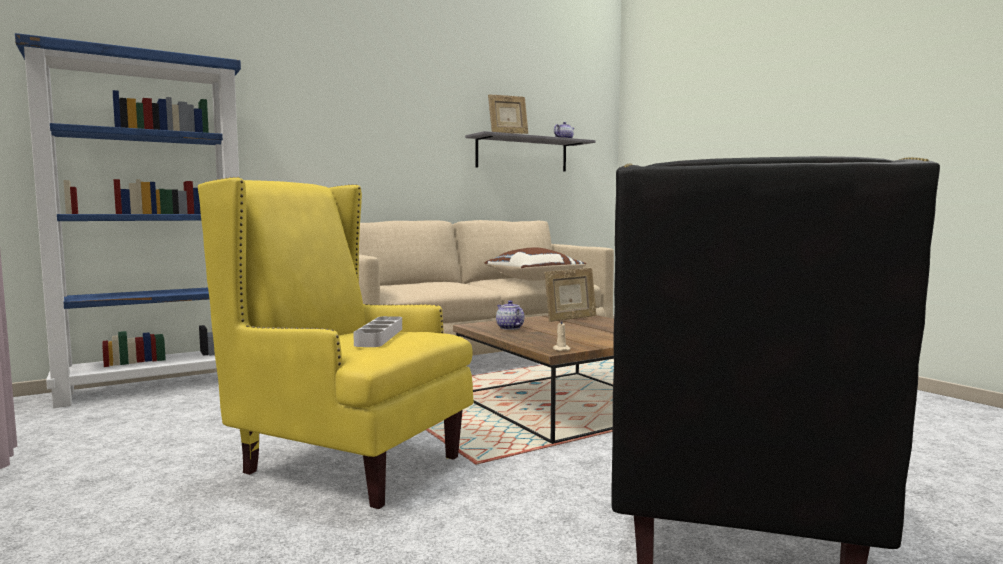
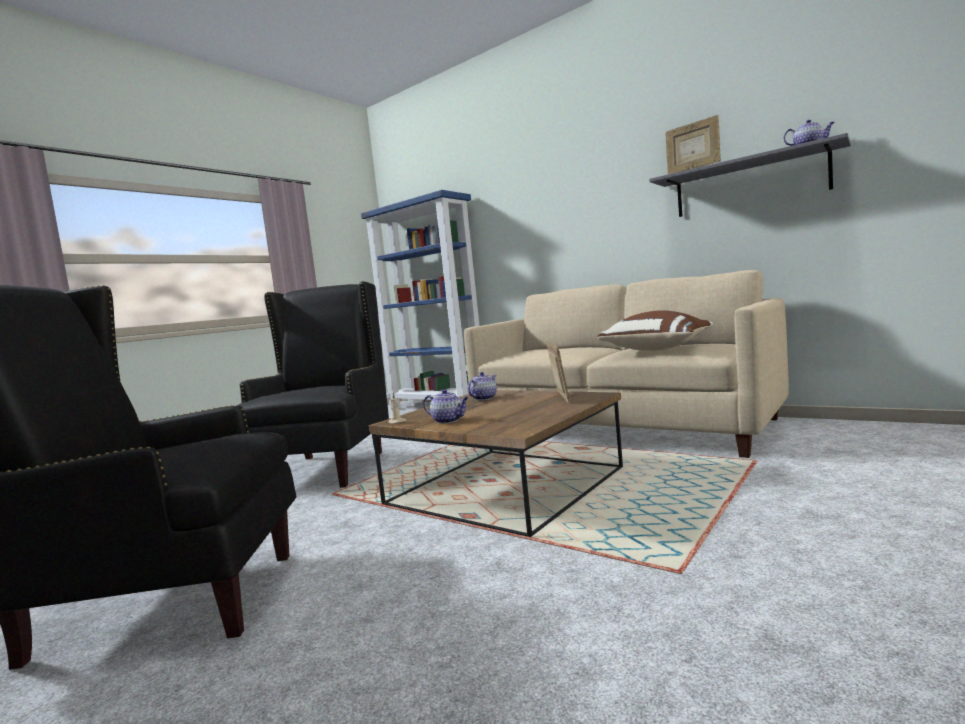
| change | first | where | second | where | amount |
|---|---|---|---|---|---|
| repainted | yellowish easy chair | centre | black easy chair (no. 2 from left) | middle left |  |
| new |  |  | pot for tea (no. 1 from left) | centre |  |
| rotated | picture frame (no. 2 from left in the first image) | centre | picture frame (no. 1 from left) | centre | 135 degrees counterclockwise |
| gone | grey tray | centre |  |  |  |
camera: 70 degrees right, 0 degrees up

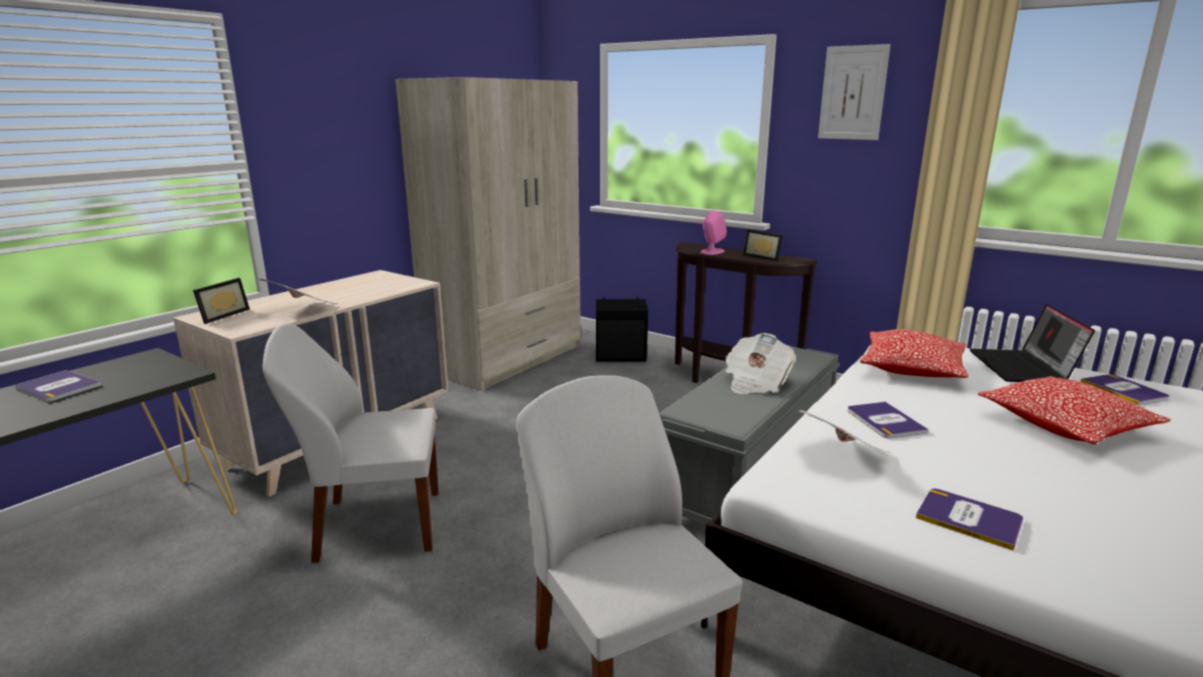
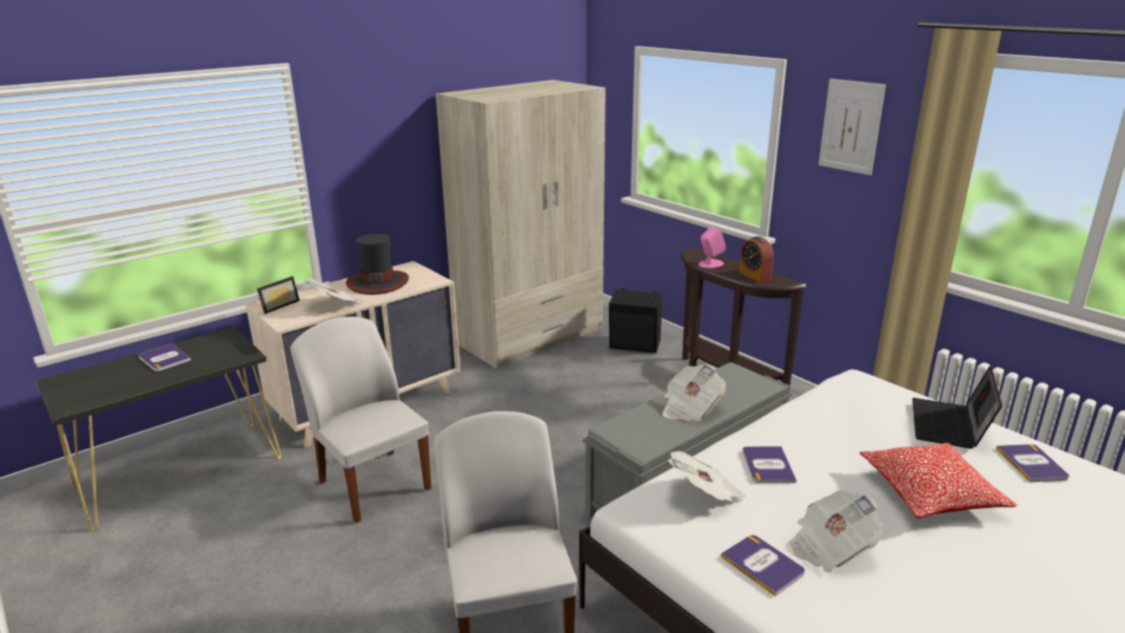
| change | first | where | second | where | amount |
|---|---|---|---|---|---|
| rotated | whitish chair (no. 1 from left) | middle left |  | middle left | 45 degrees clockwise |
| new |  |  | clothing hat | centre |  |
| swapped | picture frame (no. 2 from left) | centre | bedside clock | middle right |  |
| new |  |  | newspaper (no. 4 from left) | bottom right |  |
| gone | cushion (no. 1 from left) | middle right |  |  |  |
camera: 15 degrees right, 5 degrees up

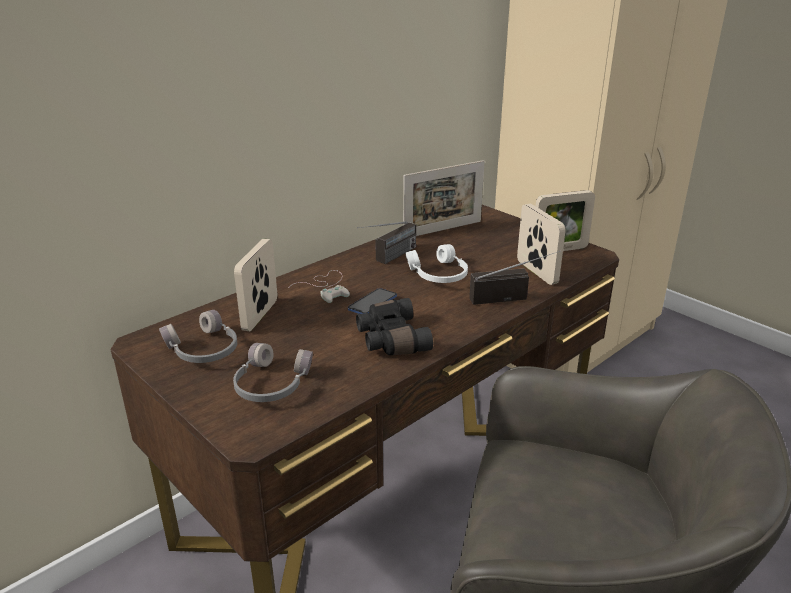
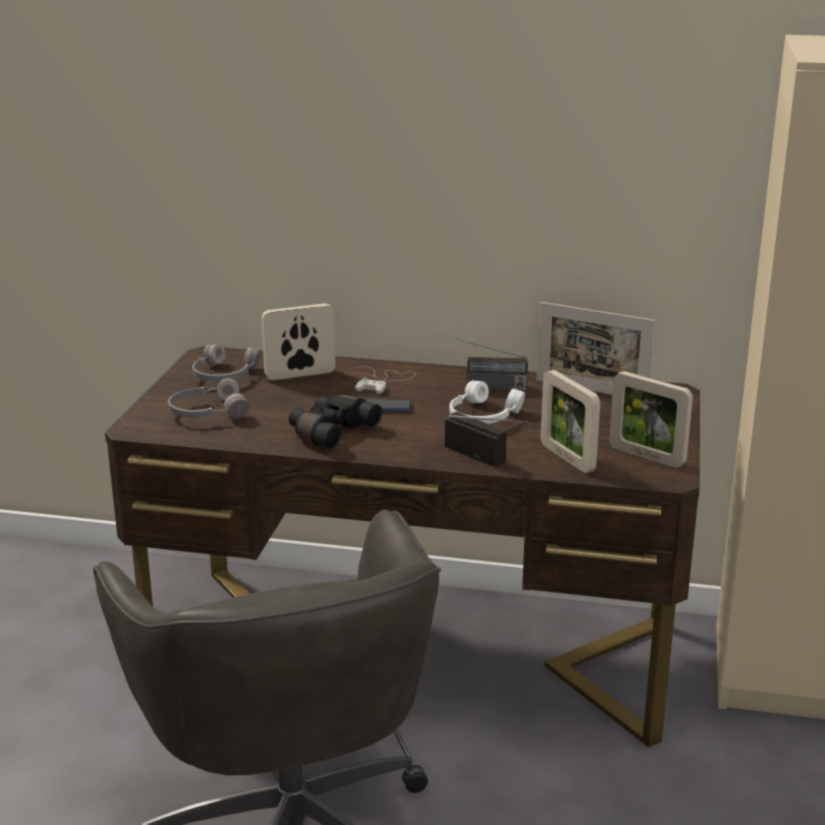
| change | first | where | second | where | amount |
|---|---|---|---|---|---|
| rotated | picture frame (no. 3 from left in the first image) | middle right | picture frame (no. 2 from left) | middle right | 120 degrees clockwise |
camera: 55 degrees right, 5 degrees down

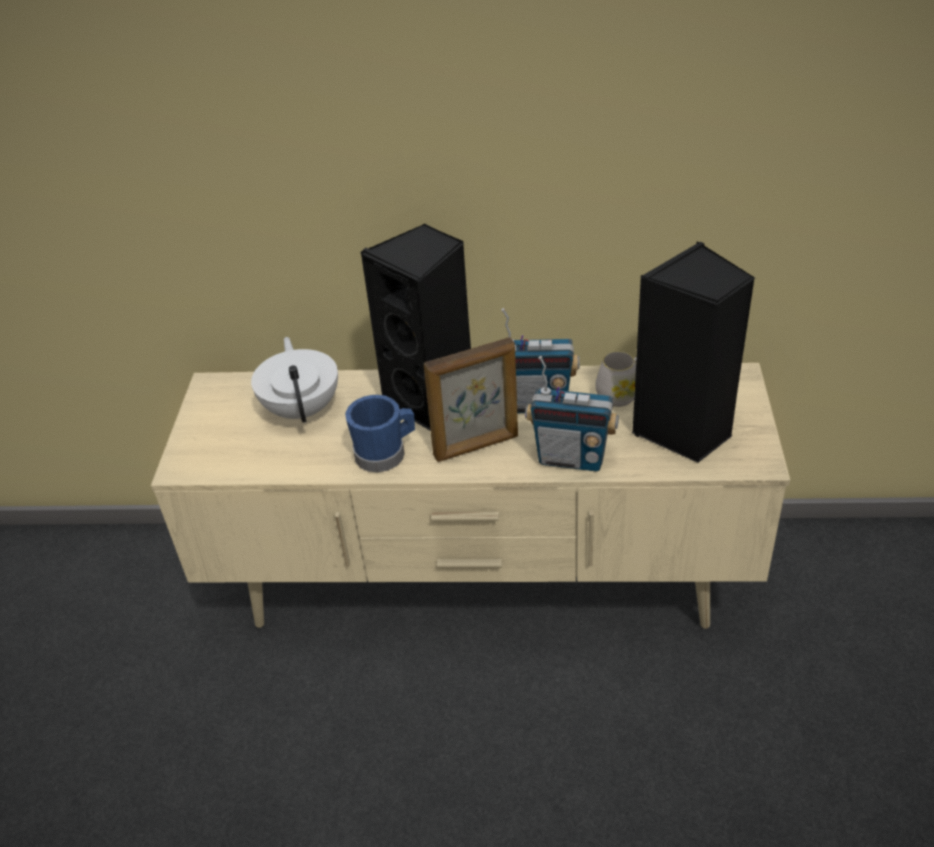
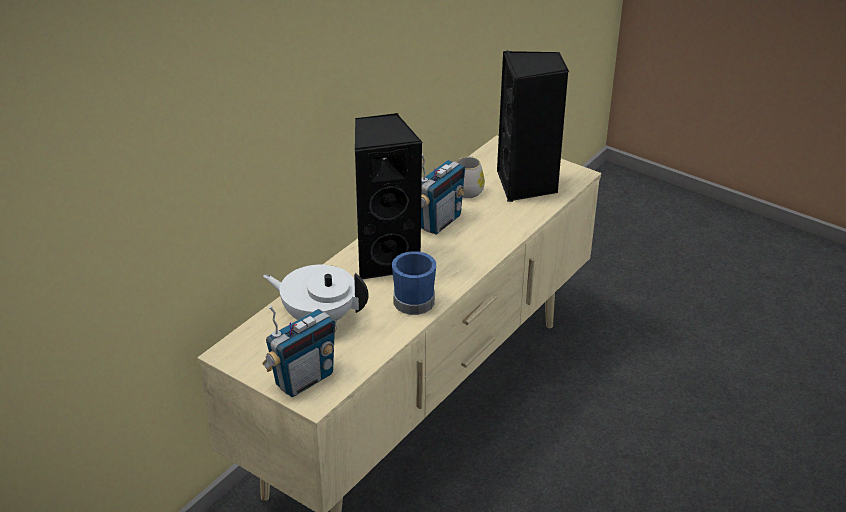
| change | first | where | second | where | amount |
|---|---|---|---|---|---|
| shifted | radio receiver (no. 2 from left in the first image) | centre | radio receiver (no. 1 from left) | bottom centre |  |
| gone | picture frame | centre |  |  |  |
camera: 60 degrees left, 5 degrees down

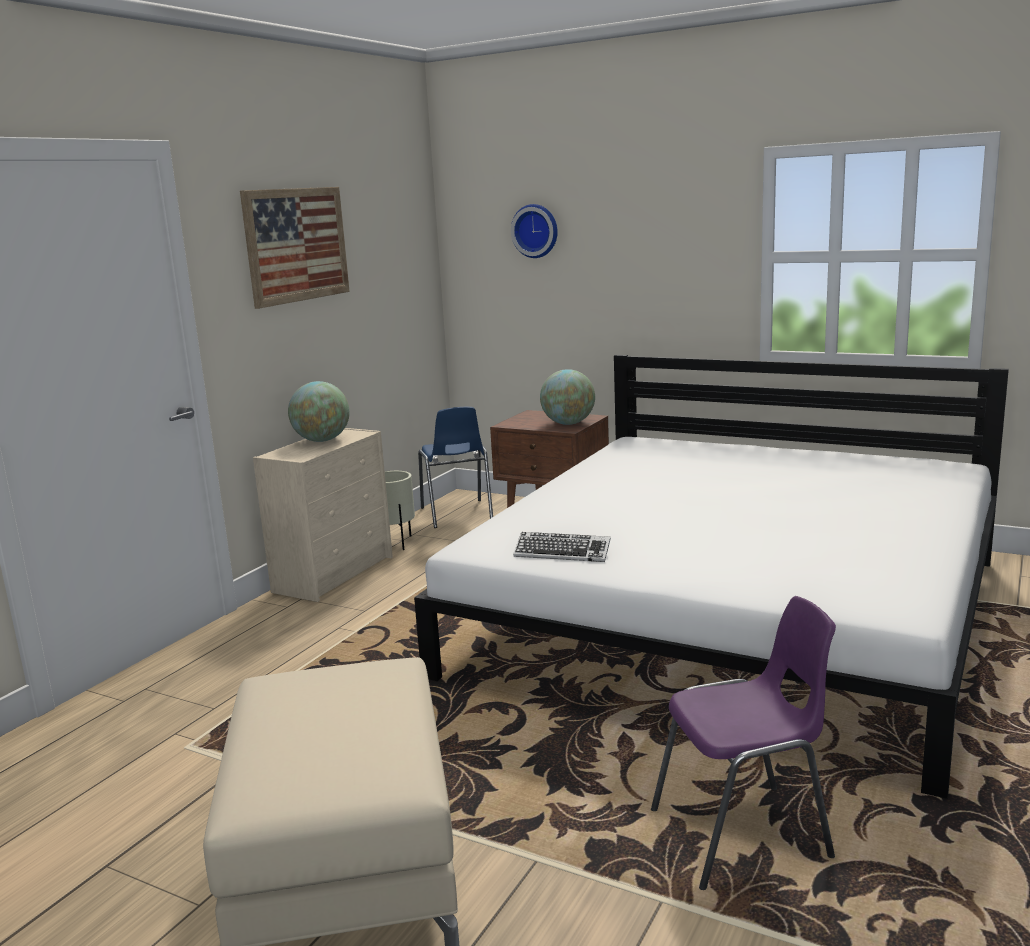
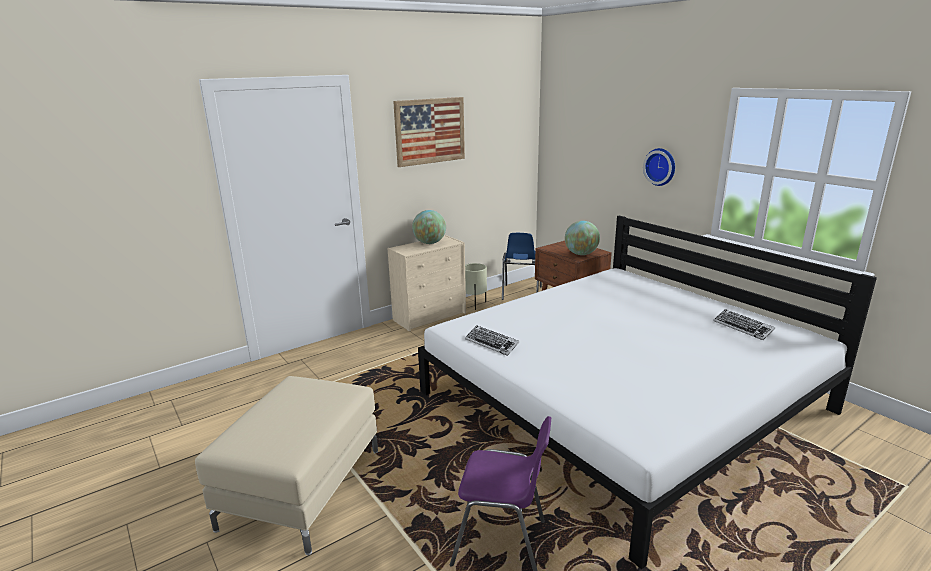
| change | first | where | second | where | amount |
|---|---|---|---|---|---|
| shifted | wall clock | top centre |  | top right |  |
| new |  |  | computer keyboard (no. 2 from left) | middle right |  |
camera: 25 degrees right, 5 degrees up

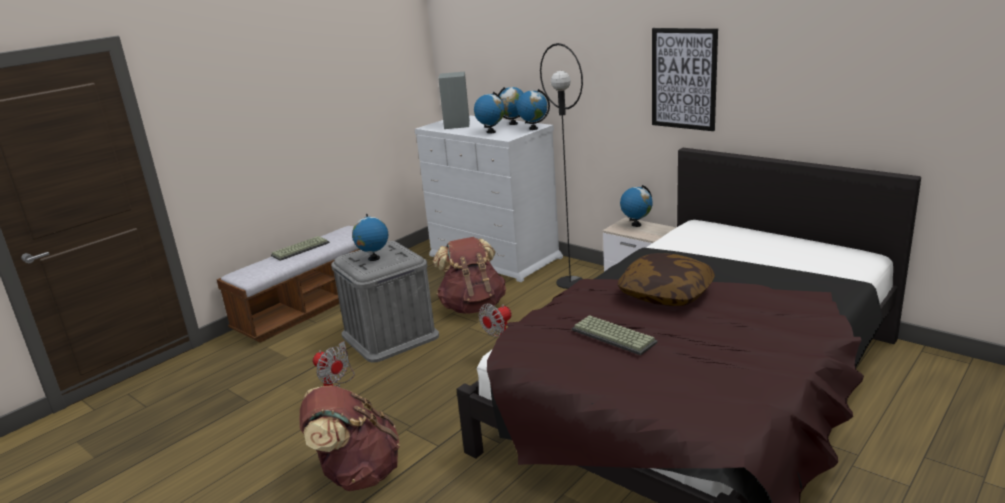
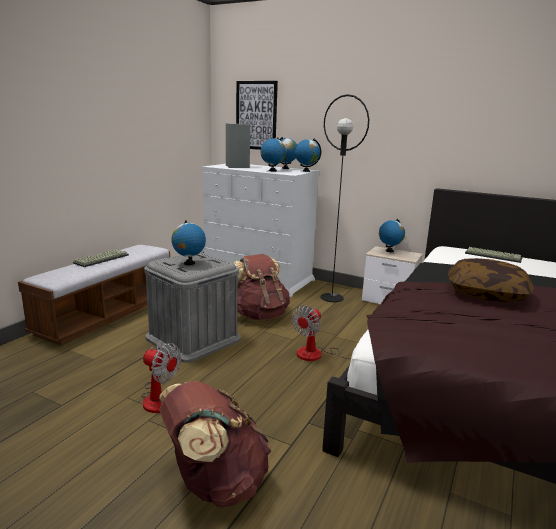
| change | first | where | second | where | amount |
|---|---|---|---|---|---|
| shifted | picture | top right |  | top centre |  |
| shifted | computer keyboard (no. 2 from left) | centre |  | middle right |  |
camera: 15 degrees left, 5 degrees down

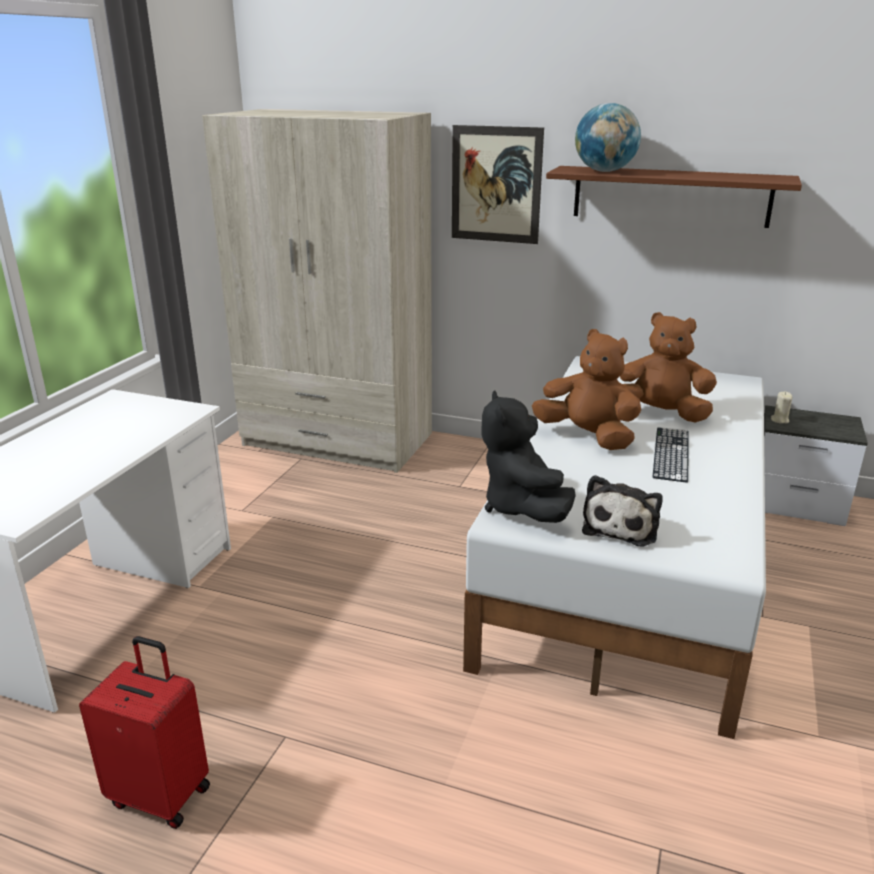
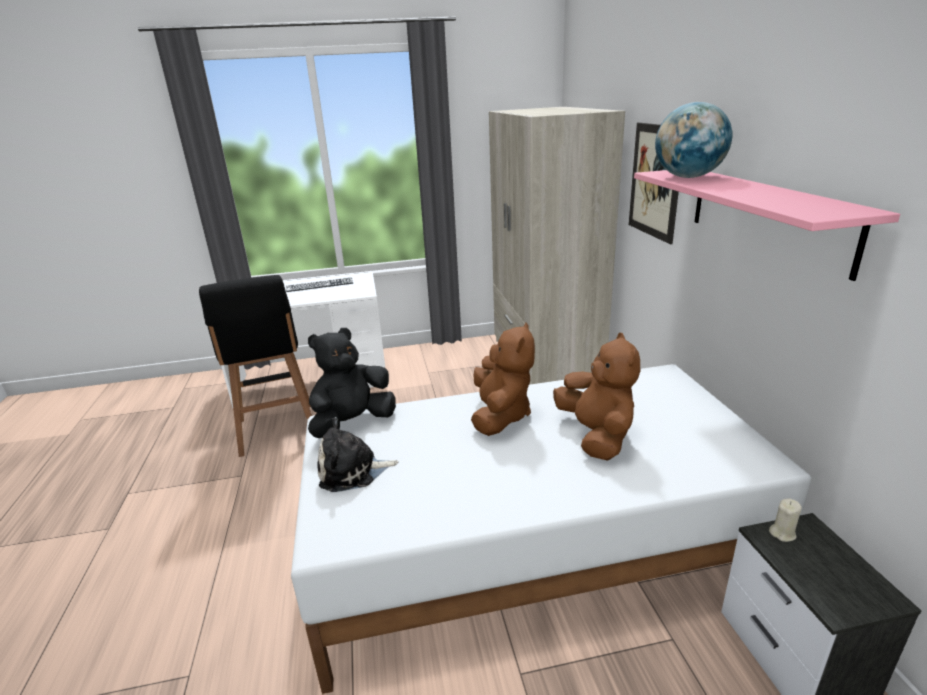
| change | first | where | second | where | amount |
|---|---|---|---|---|---|
| new |  |  | black sitting stool | middle left |  |
| shifted | computer keyboard | middle right |  | centre |  |
| repainted | brownish wall shelf | top right | pink-coloured wall shelf | top right |  |
| gone | reddish suitcase | bottom left |  |  |  |
camera: 60 degrees right, 0 degrees up

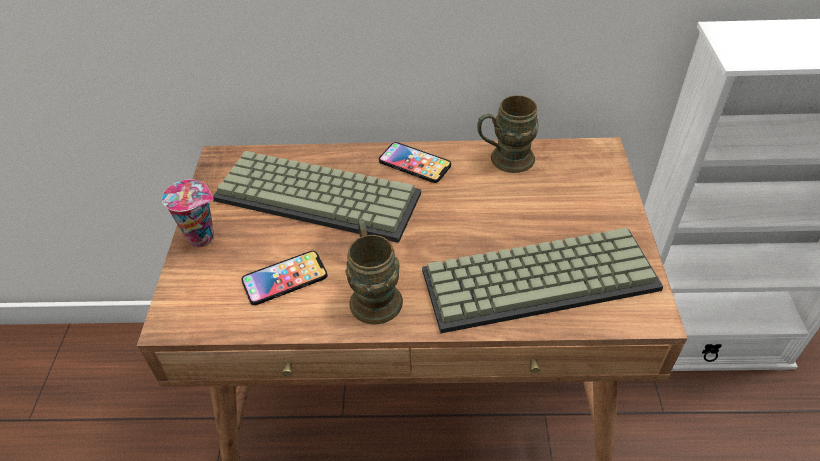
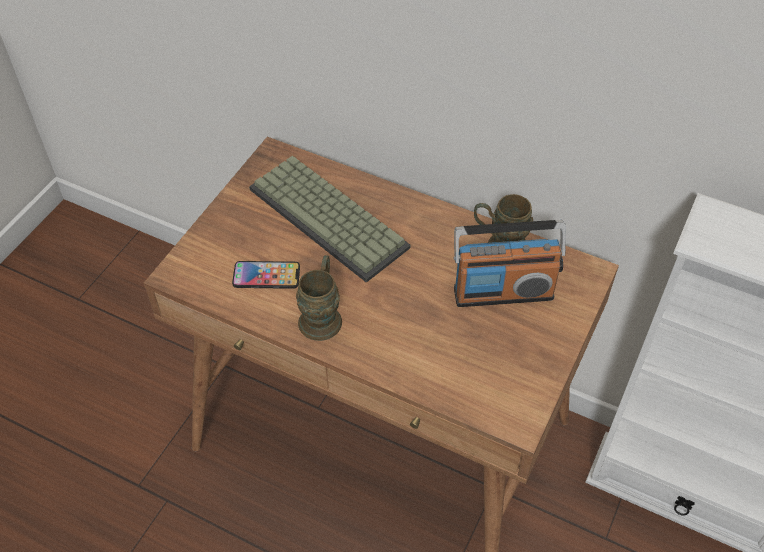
| change | first | where | second | where | amount |
|---|---|---|---|---|---|
| new |  |  | radio receiver | middle right |  |
| gone | drinking cup | middle left |  |  |  |
| gone | handset (no. 2 from left) | centre |  |  |  |
| gone | computer keyboard (no. 2 from left) | centre |  |  |  |
camera: 25 degrees right, 5 degrees up

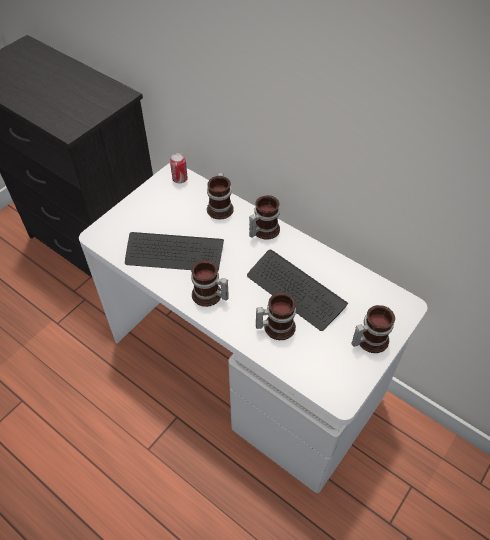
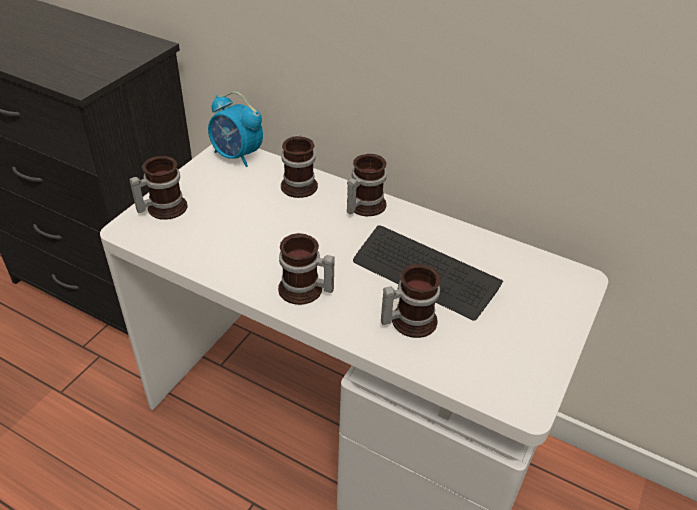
| change | first | where | second | where | amount |
|---|---|---|---|---|---|
| shifted | tea mug (no. 5 from left in the first image) | middle right | tea mug (no. 1 from left) | middle left |  |
| swapped | can | top centre | bedside clock | top centre |  |
| gone | computer keyboard (no. 1 from left) | centre |  |  |  |
camera: 10 degrees left, 10 degrees down

